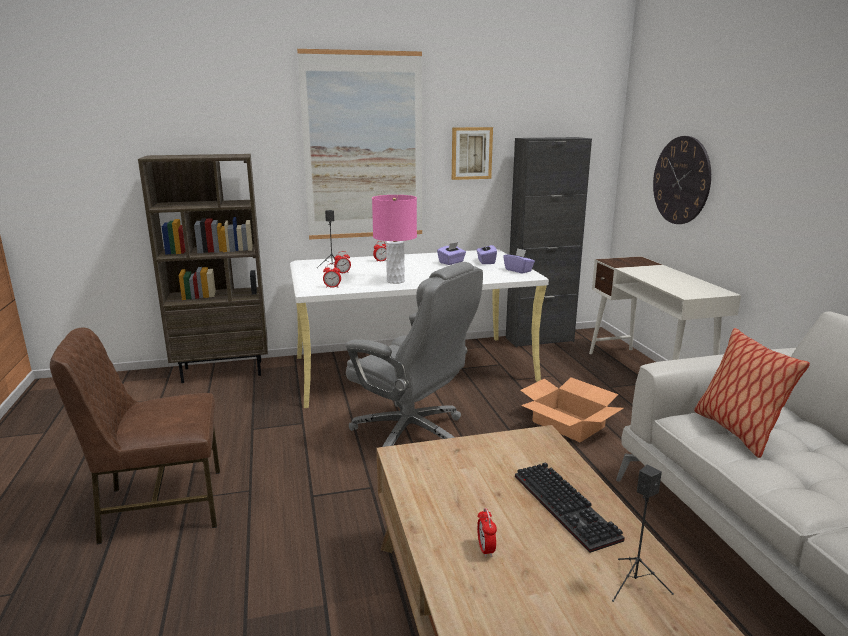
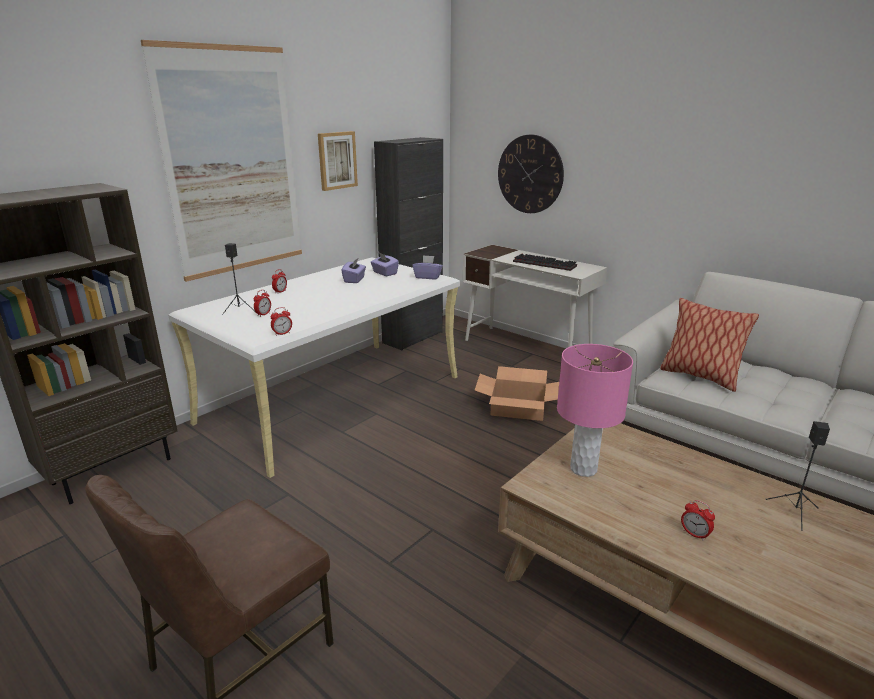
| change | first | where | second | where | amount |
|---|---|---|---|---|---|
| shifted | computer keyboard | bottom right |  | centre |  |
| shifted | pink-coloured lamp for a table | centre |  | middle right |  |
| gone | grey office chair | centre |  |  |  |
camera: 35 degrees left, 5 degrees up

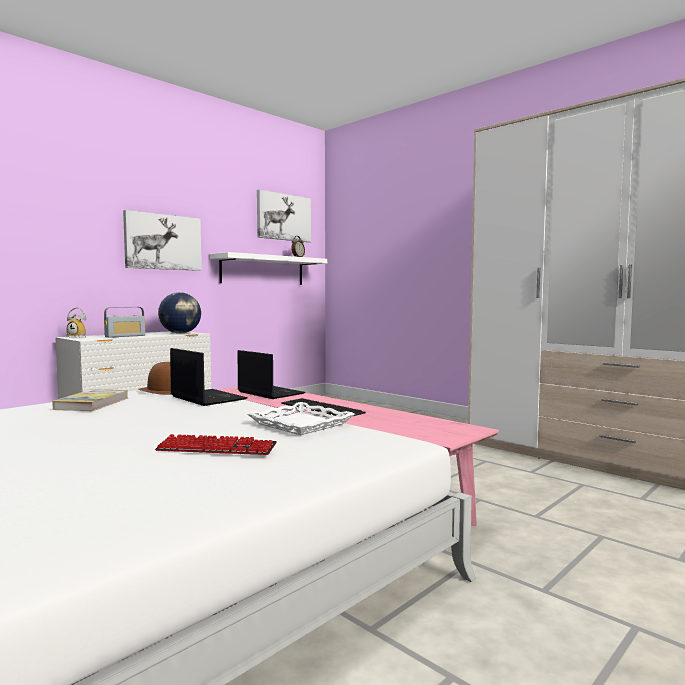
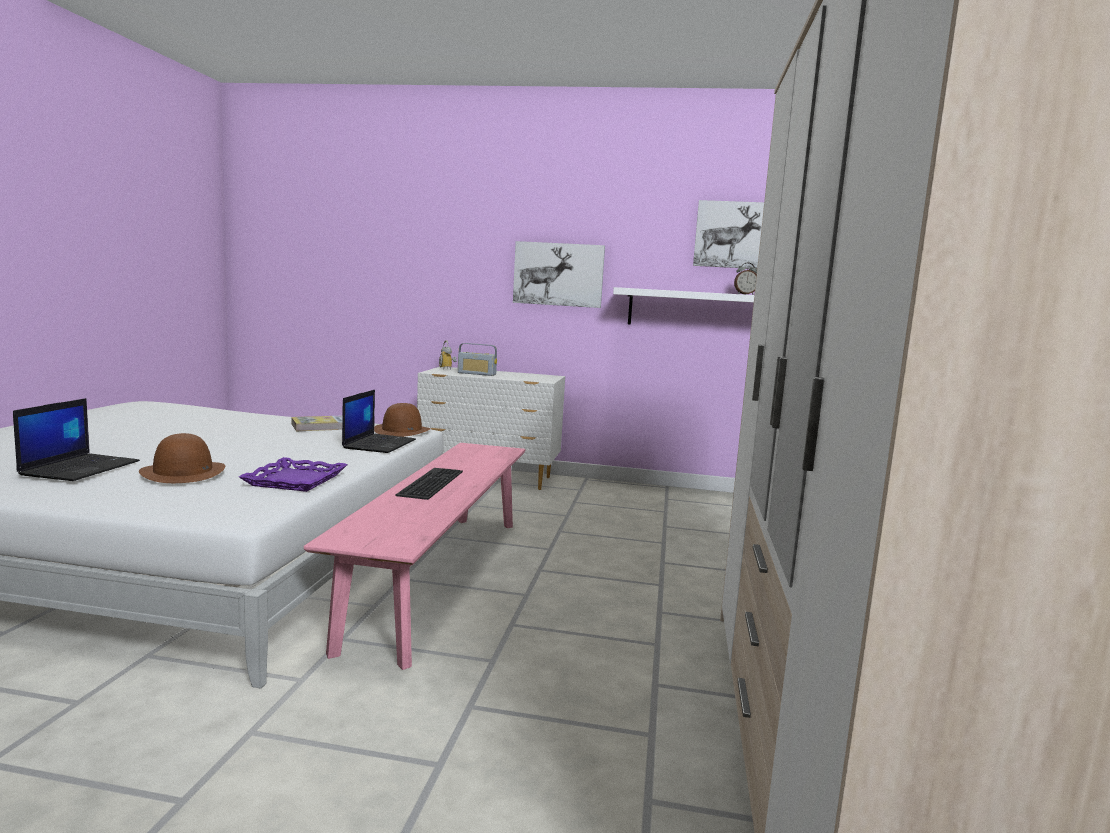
| change | first | where | second | where | amount |
|---|---|---|---|---|---|
| shifted | portable computer (no. 2 from left in the first image) | centre | portable computer (no. 1 from left) | middle left |  |
| swapped | computer keyboard (no. 1 from left) | middle left | brownish clothing hat (no. 1 from left) | middle left |  |
| repainted | whitish tray | centre | purplish tray | middle left |  |
| gone | desk globe | middle left |  |  |  |
camera: 55 degrees right, 5 degrees up

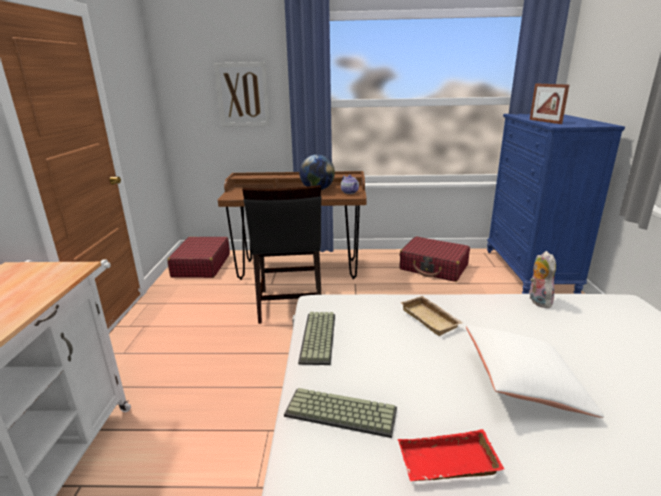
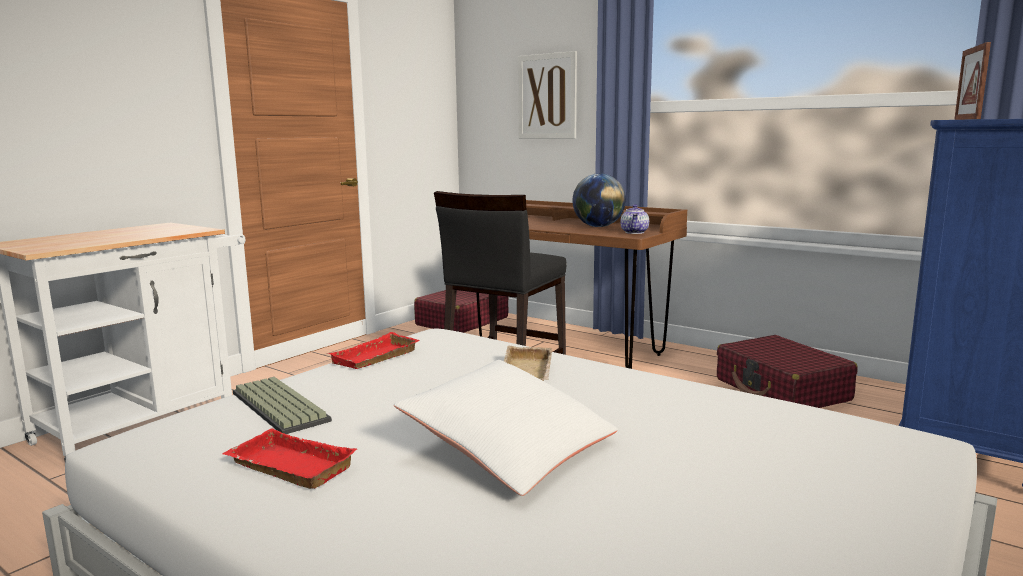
| change | first | where | second | where | amount |
|---|---|---|---|---|---|
| swapped | computer keyboard (no. 1 from left) | bottom centre | reddish tray (no. 2 from left) | centre |  |
| gone | cuddly toy | middle right |  |  |  |
camera: 35 degrees right, 10 degrees down

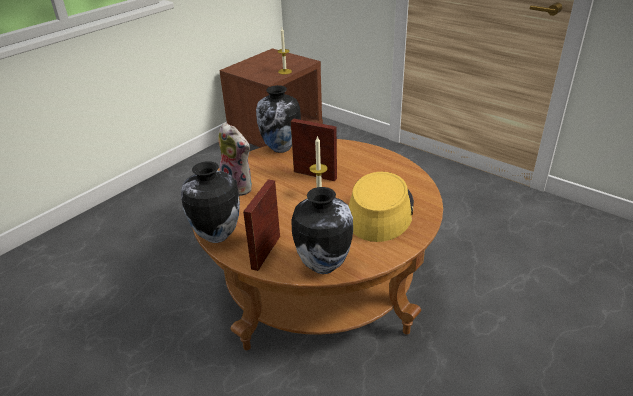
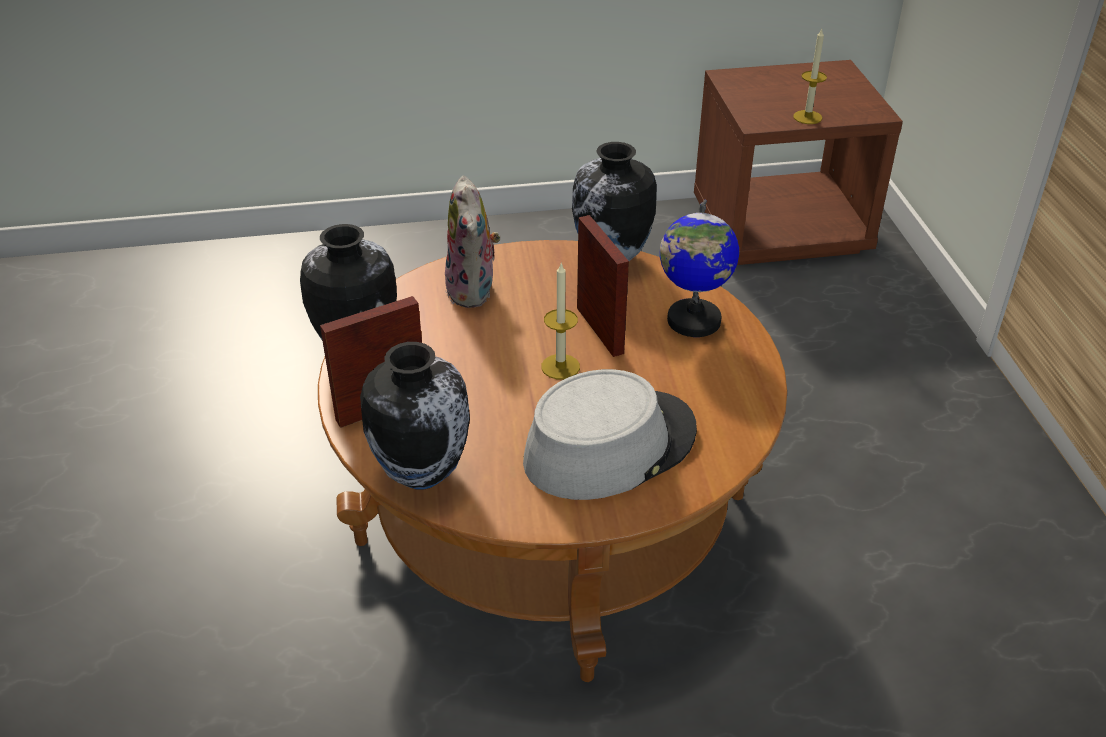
| change | first | where | second | where | amount |
|---|---|---|---|---|---|
| repainted | yellowish clothing hat | centre | grey clothing hat | centre |  |
| new |  |  | desk globe | centre |  |
camera: 40 degrees right, 5 degrees up

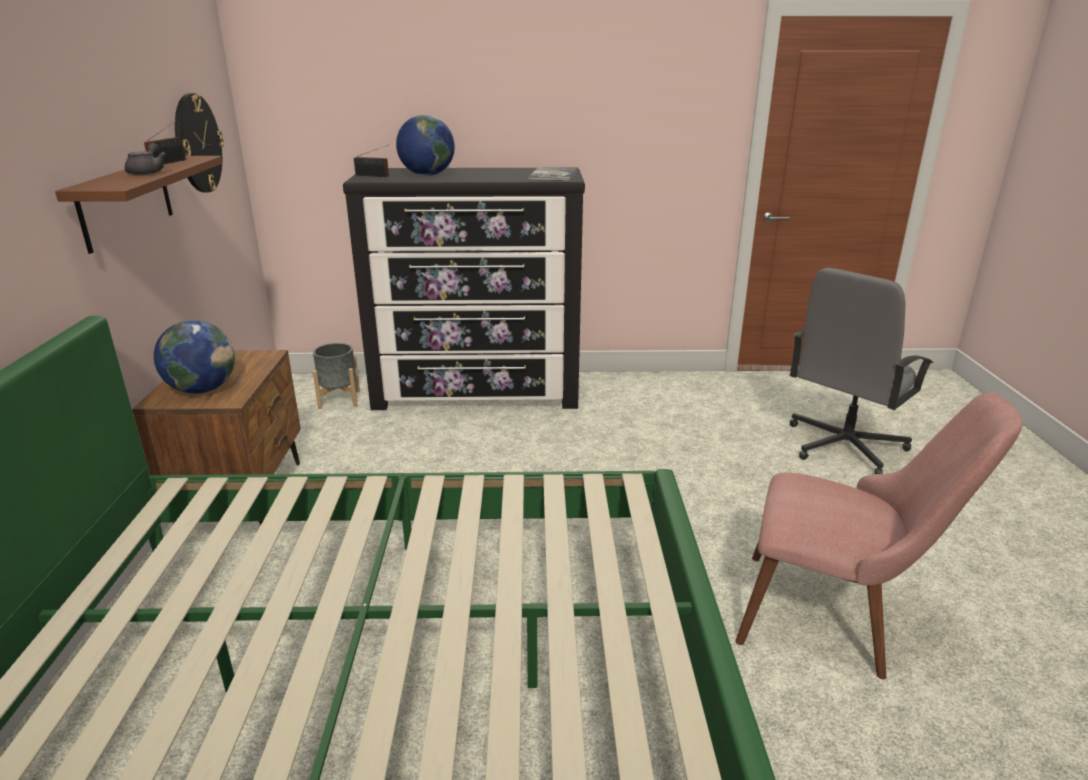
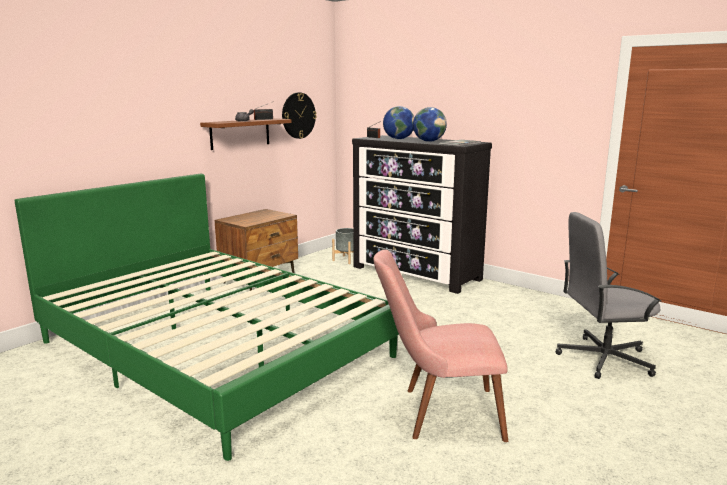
| change | first | where | second | where | amount |
|---|---|---|---|---|---|
| rotated | pink-coloured chair | bottom right |  | bottom centre | 120 degrees clockwise |
| shifted | desk globe (no. 1 from left in the first image) | middle left | desk globe (no. 2 from left) | top centre |  |
camera: 40 degrees right, 10 degrees down

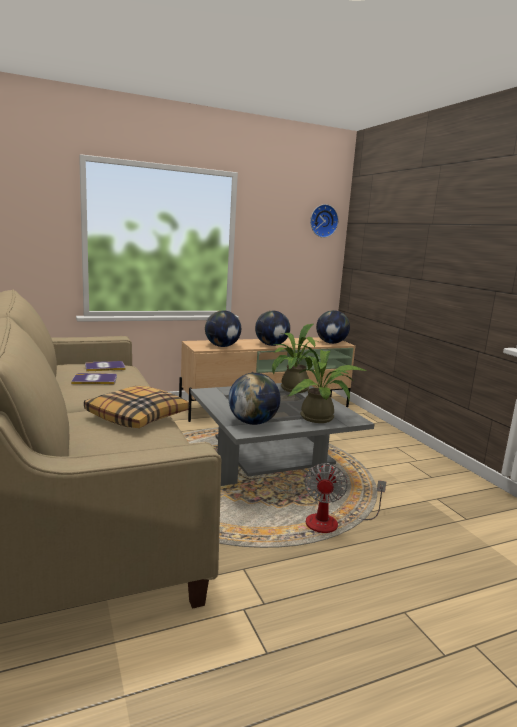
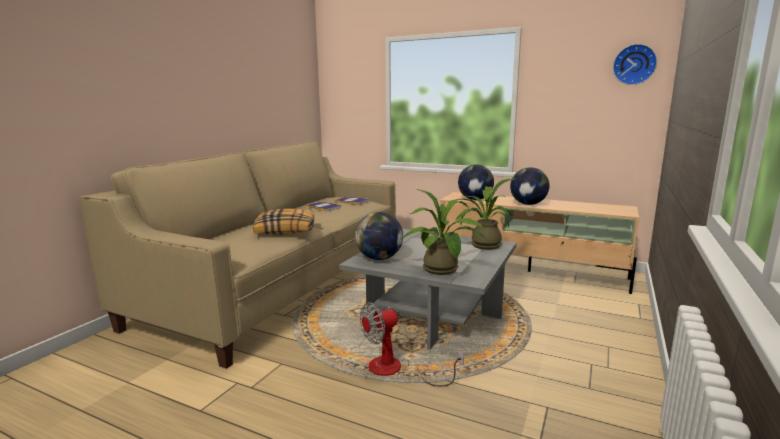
| change | first | where | second | where | amount |
|---|---|---|---|---|---|
| gone | desk globe (no. 4 from left) | centre |  |  |  |
camera: 50 degrees right, 0 degrees up

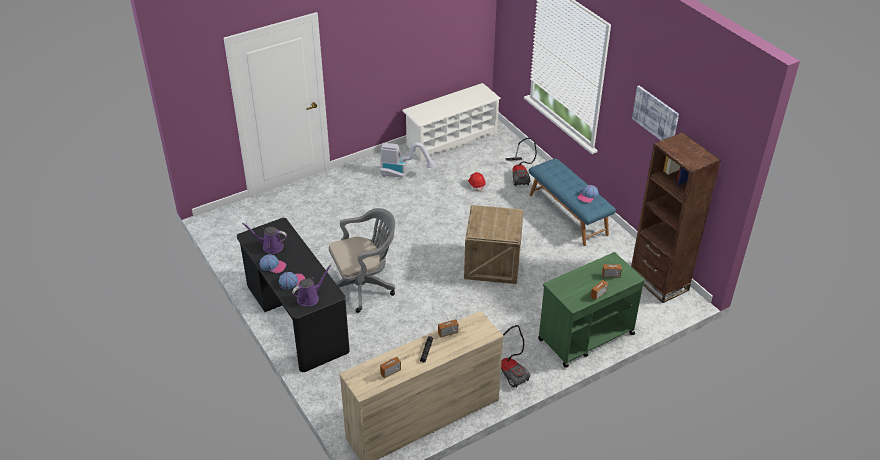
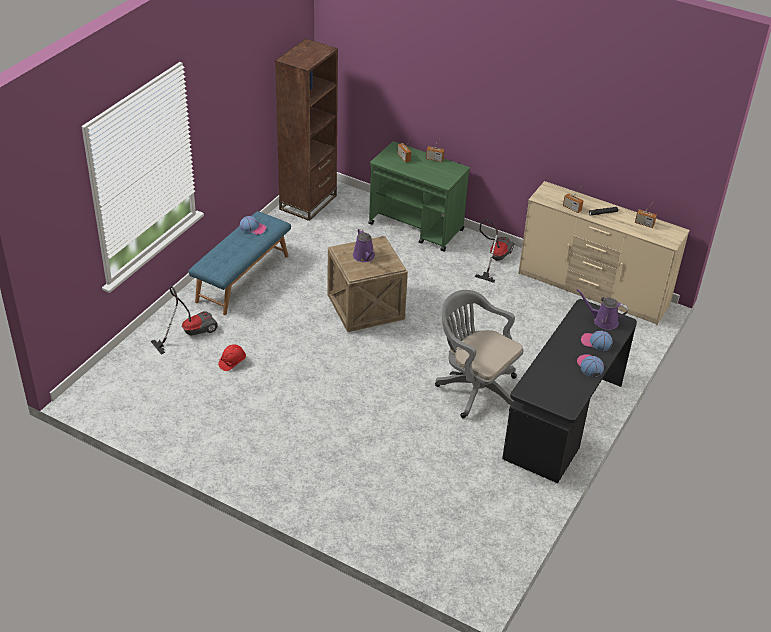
| change | first | where | second | where | amount |
|---|---|---|---|---|---|
| shifted | purplish sprinkling can (no. 1 from left) | middle left |  | centre |  |
| gone | hoover (no. 1 from left) | centre |  |  |  |
| gone | whitish shoe stand | top centre |  |  |  |
| gone | picture | top right |  |  |  |
camera: 120 degrees left, 0 degrees up

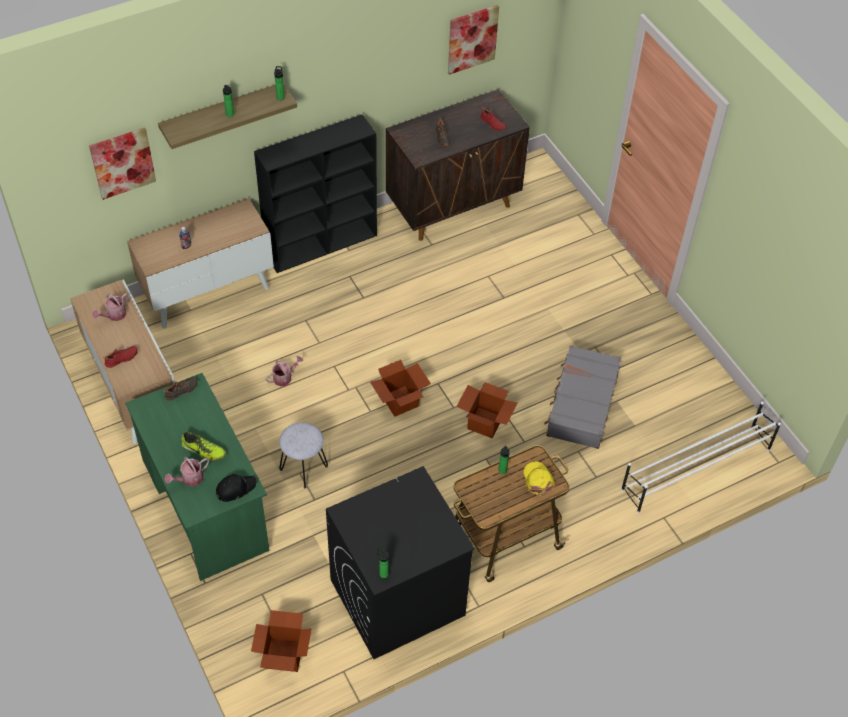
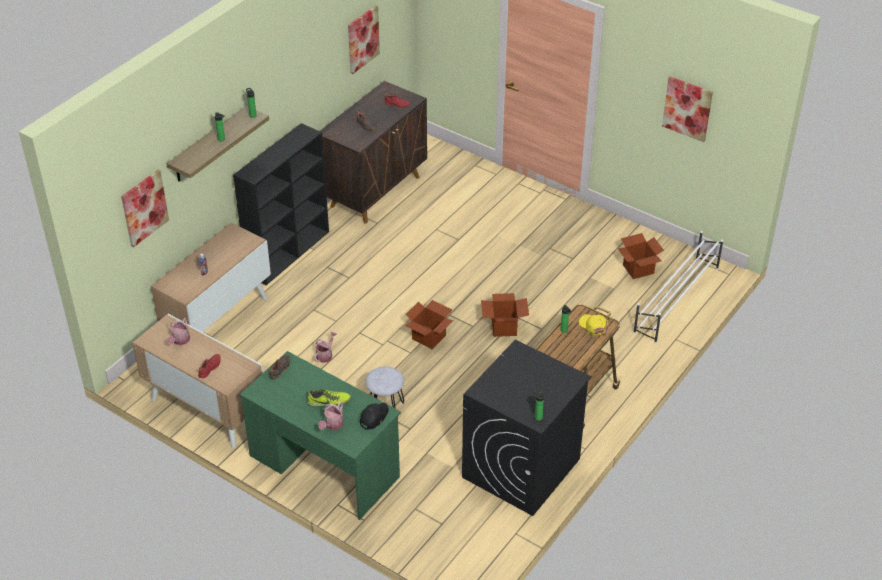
| change | first | where | second | where | amount |
|---|---|---|---|---|---|
| shifted | carton (no. 1 from left in the first image) | bottom left | carton (no. 3 from left) | middle right |  |
| new |  |  | picture (no. 3 from left) | top right |  |
| gone | grey suitcase | middle right |  |  |  |
camera: 25 degrees left, 10 degrees down

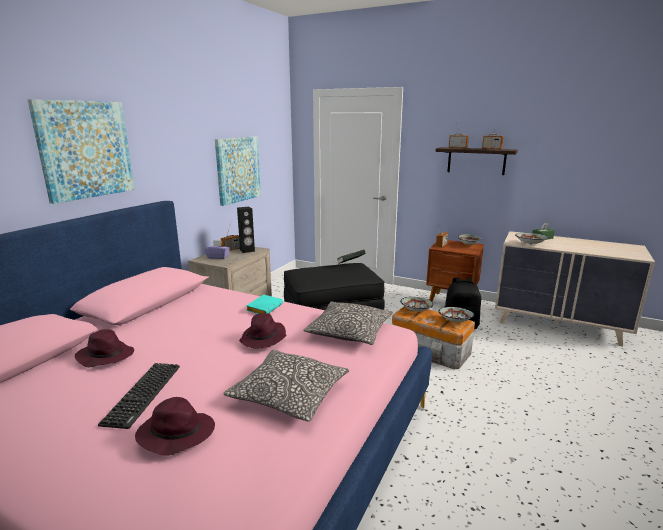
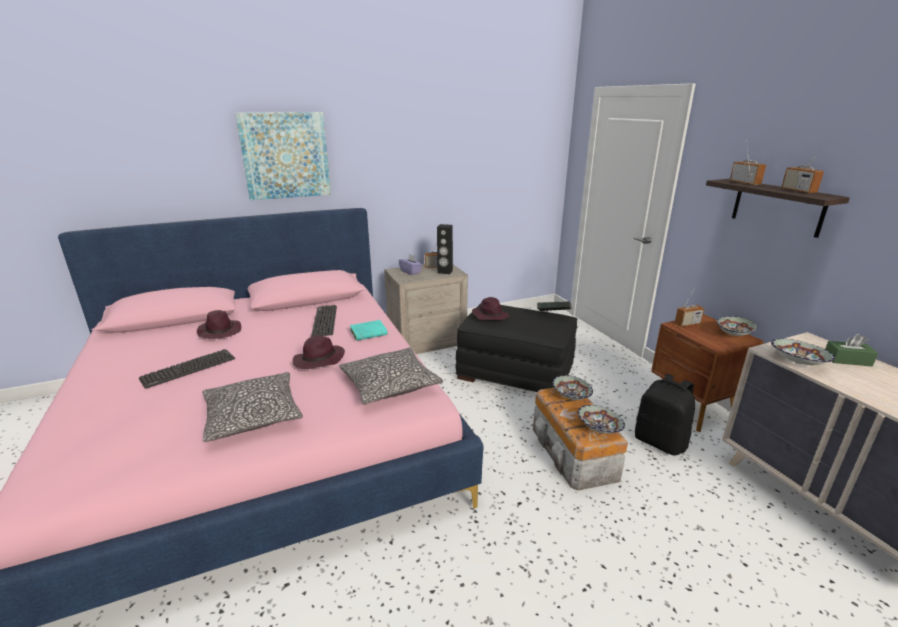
| change | first | where | second | where | amount |
|---|---|---|---|---|---|
| new |  |  | computer keyboard (no. 2 from left) | centre |  |
| shifted | purplish clothing hat (no. 2 from left in the first image) | bottom left | purplish clothing hat (no. 3 from left) | centre |  |
| gone | picture (no. 2 from left) | top centre |  |  |  |
camera: 40 degrees right, 5 degrees up

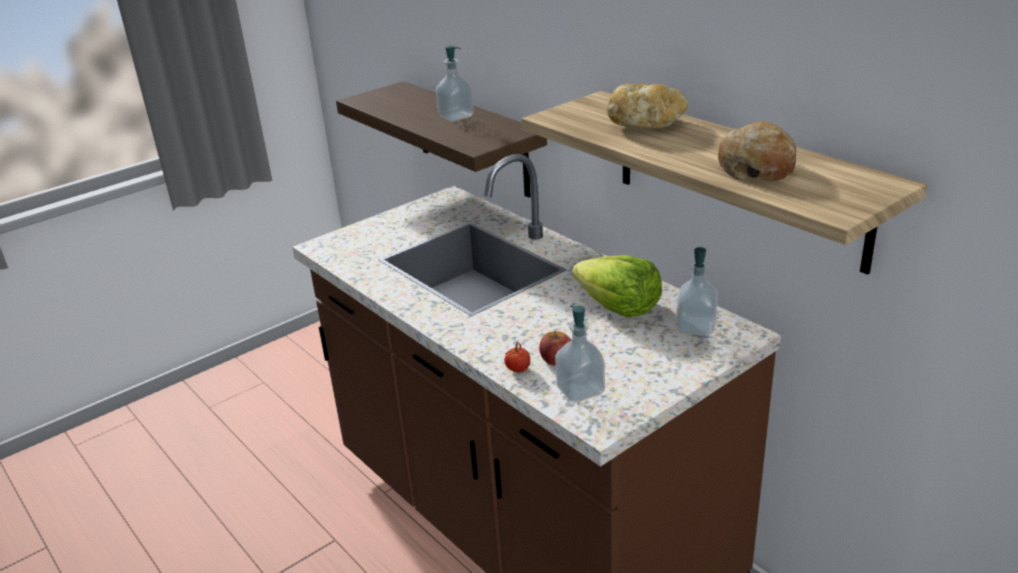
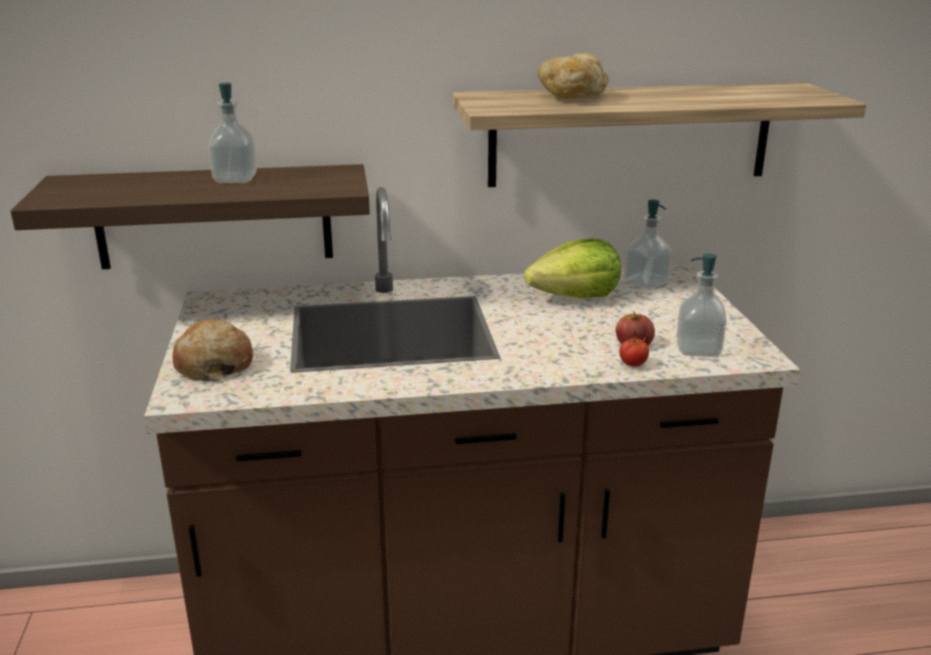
| change | first | where | second | where | amount |
|---|---|---|---|---|---|
| shifted | baked bread (no. 2 from left in the first image) | top right | baked bread (no. 1 from left) | middle left |  |
camera: 60 degrees left, 5 degrees down

